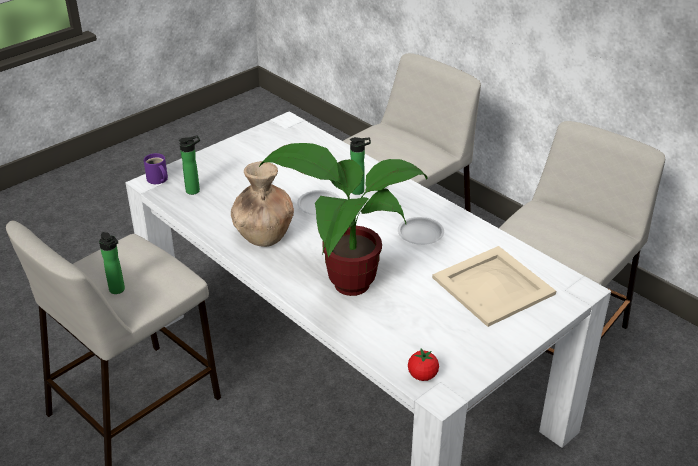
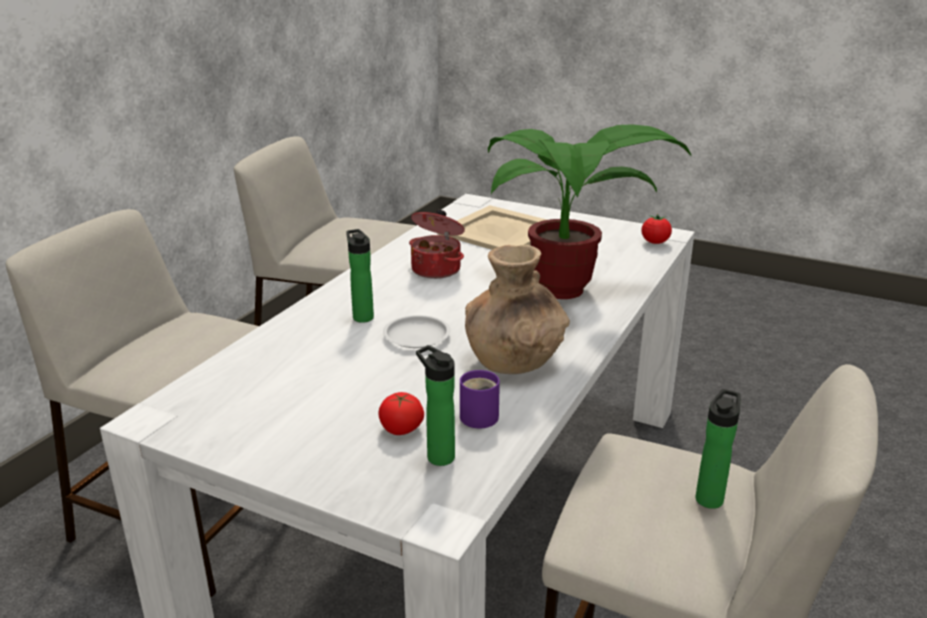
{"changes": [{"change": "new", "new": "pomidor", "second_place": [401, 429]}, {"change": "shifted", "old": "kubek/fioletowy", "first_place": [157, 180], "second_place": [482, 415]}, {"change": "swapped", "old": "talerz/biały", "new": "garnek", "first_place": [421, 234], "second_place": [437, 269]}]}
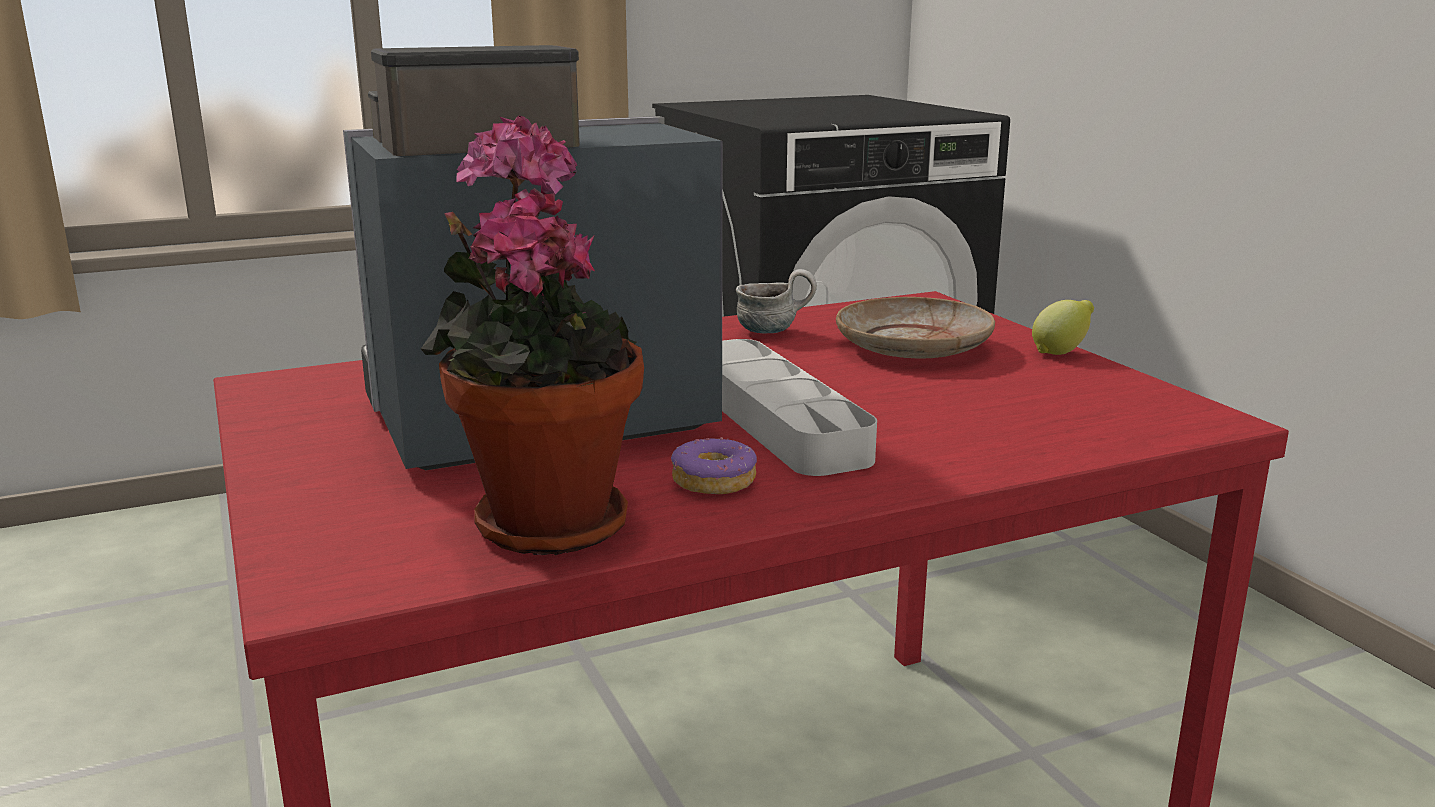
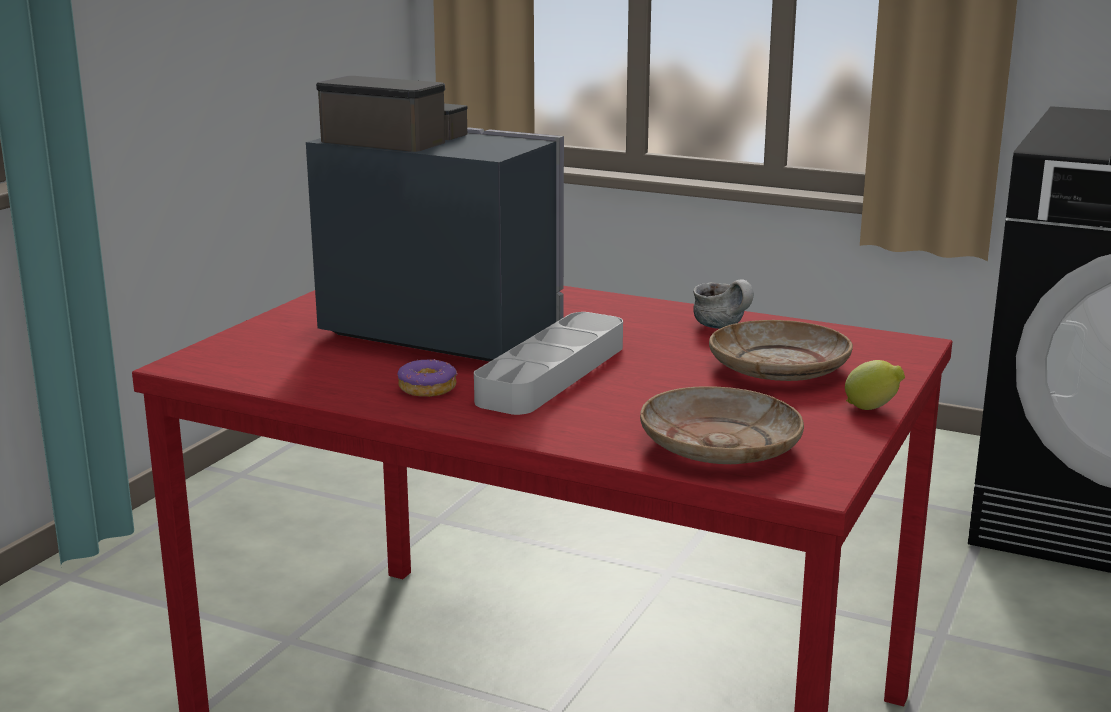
{"changes": [{"change": "gone", "old": "roślina doniczkowa", "first_place": [543, 519]}, {"change": "new", "new": "talerz/beżowy", "second_place": [719, 445]}]}
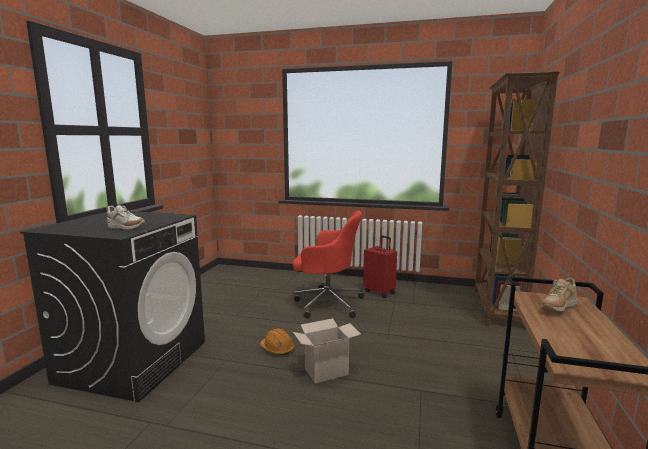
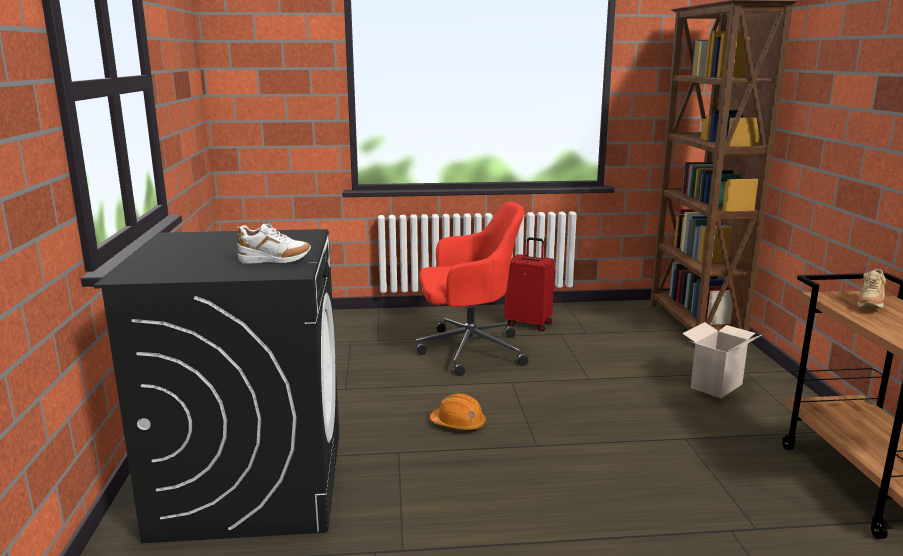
{"changes": [{"change": "shifted", "old": "karton", "first_place": [327, 371], "second_place": [715, 385]}]}
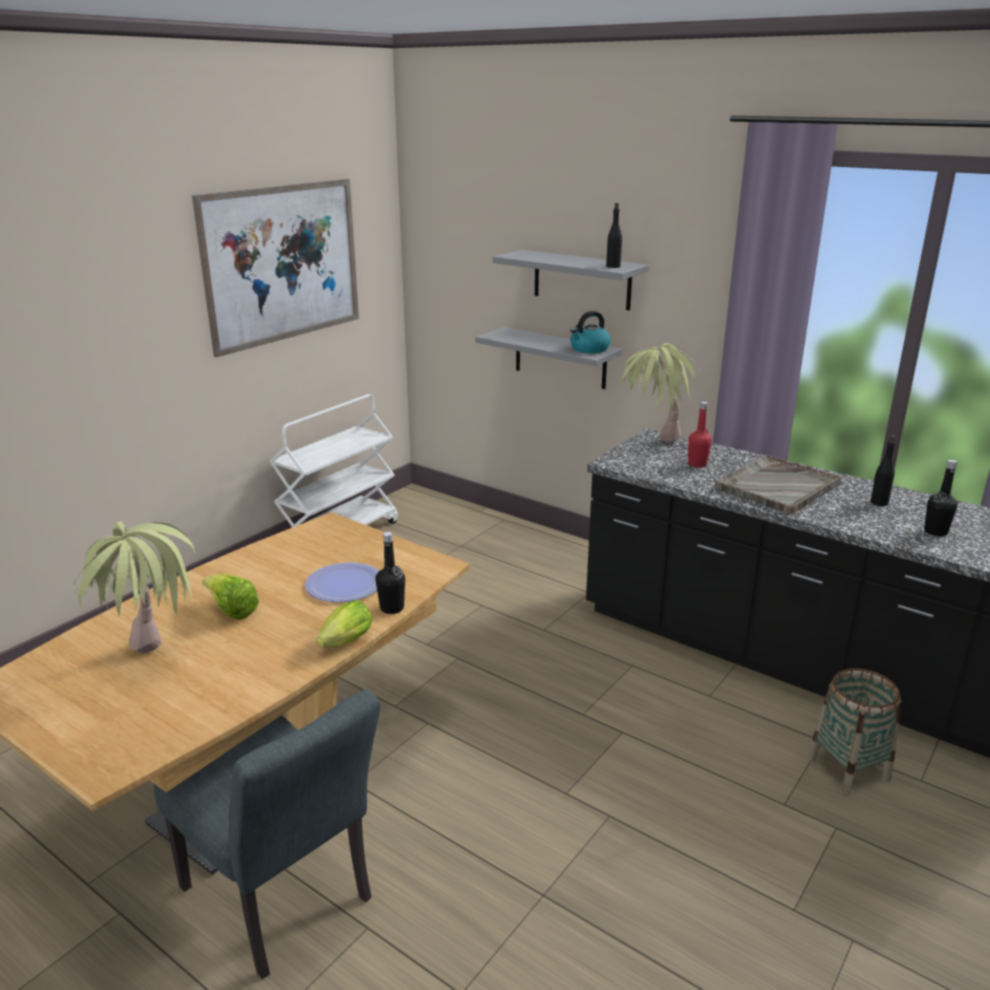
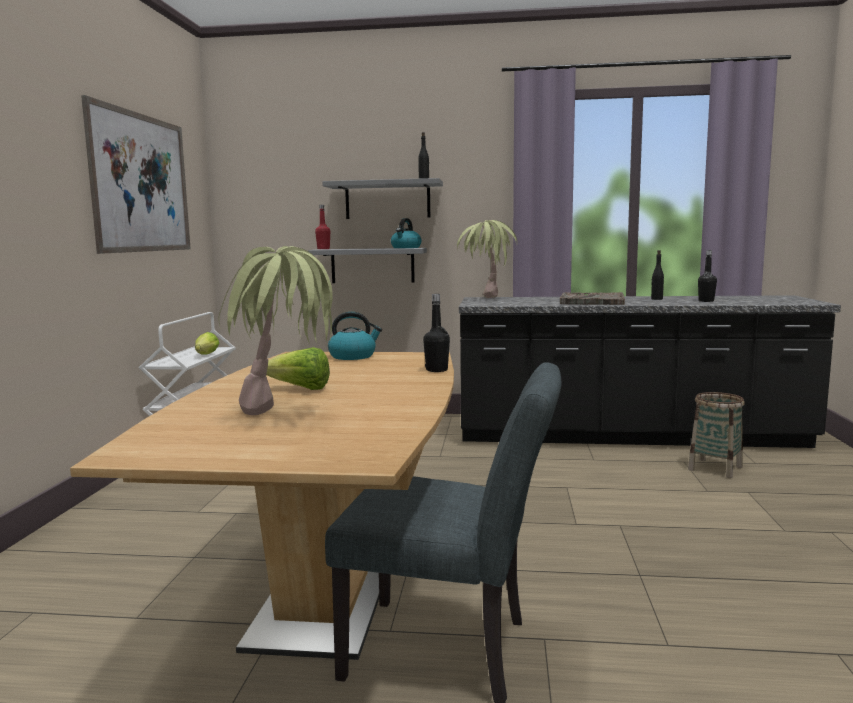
{"changes": [{"change": "gone", "old": "talerz", "first_place": [344, 584]}, {"change": "new", "new": "czajnik", "second_place": [353, 356]}, {"change": "shifted", "old": "sałata", "first_place": [344, 644], "second_place": [205, 355]}, {"change": "shifted", "old": "butelka/czerwony", "first_place": [697, 464], "second_place": [323, 249]}]}
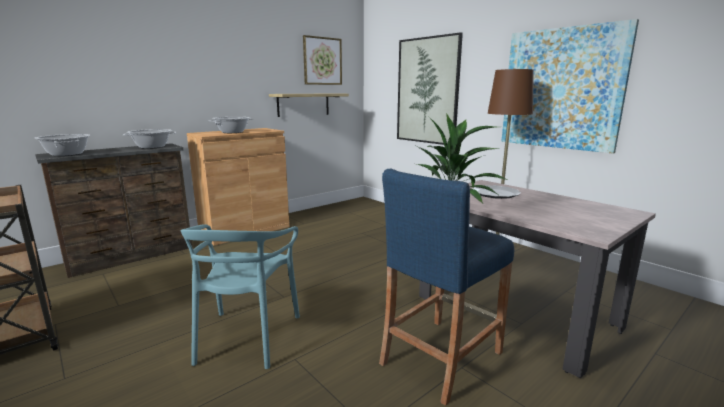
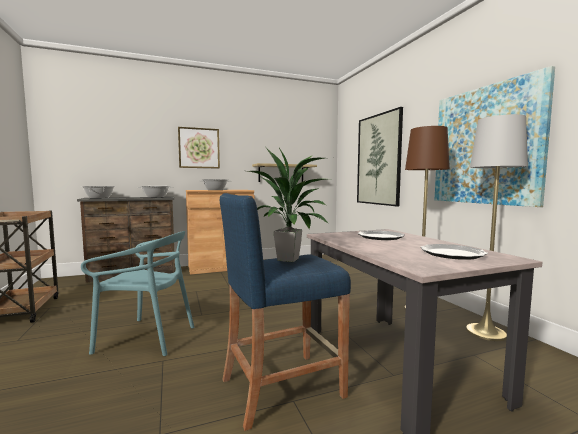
{"changes": [{"change": "new", "new": "talerz", "second_place": [451, 254]}, {"change": "new", "new": "lampa stojąca/szary", "second_place": [486, 332]}, {"change": "shifted", "old": "obraz", "first_place": [322, 61], "second_place": [199, 148]}, {"change": "rotated", "old": "krzesło/turkusowy", "first_place": [247, 337], "second_place": [146, 338], "degrees": -105}]}
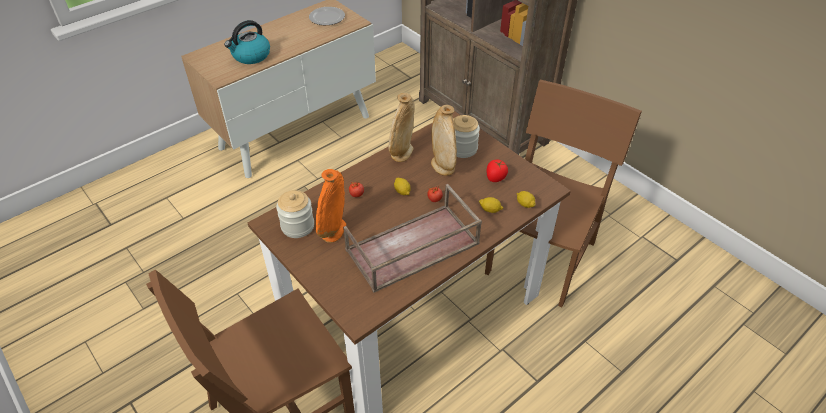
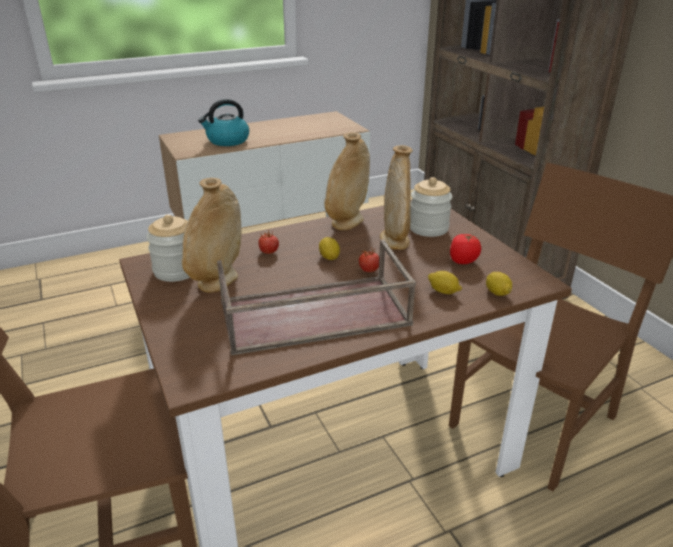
{"changes": [{"change": "gone", "old": "talerz", "first_place": [327, 17]}, {"change": "repainted", "old": "wazon/pomarańczowy", "new": "wazon/beżowy", "first_place": [333, 231], "second_place": [217, 282]}]}
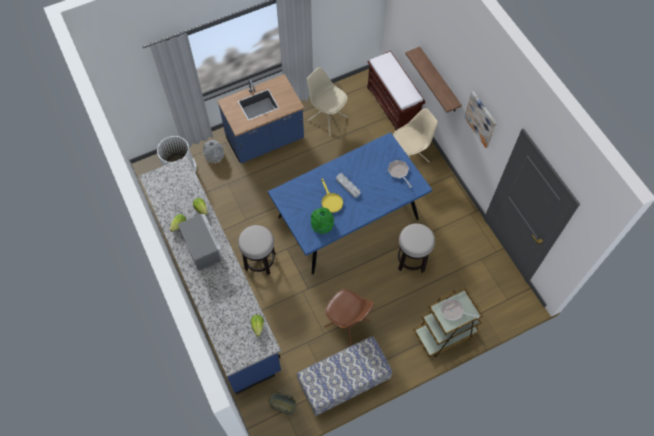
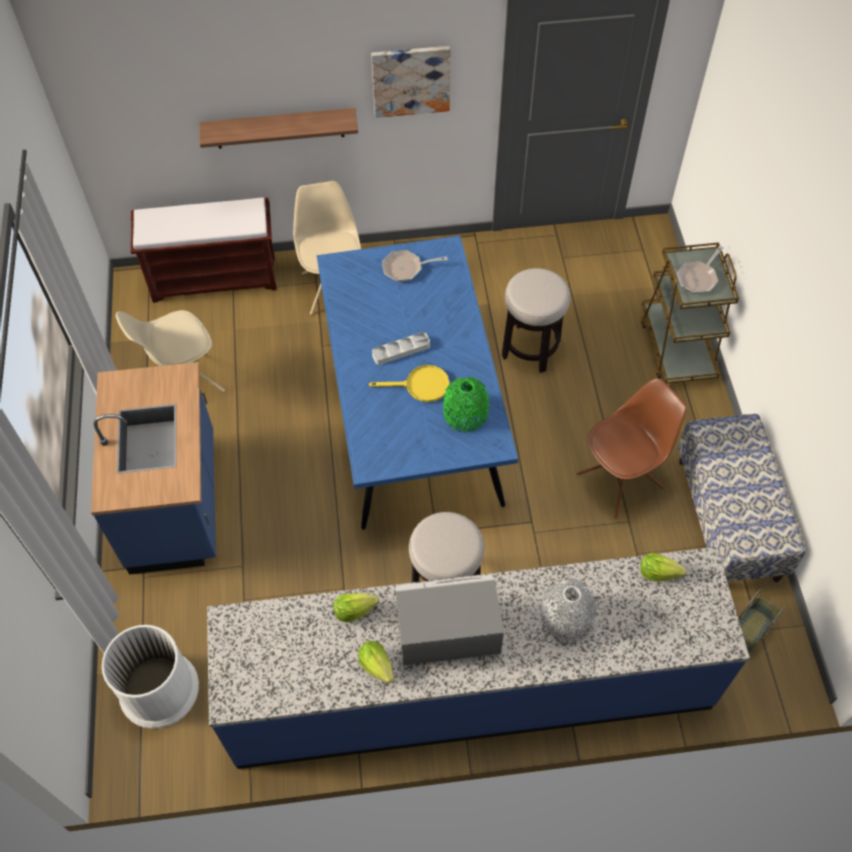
{"changes": [{"change": "shifted", "old": "wazon/szary", "first_place": [214, 155], "second_place": [566, 616]}]}
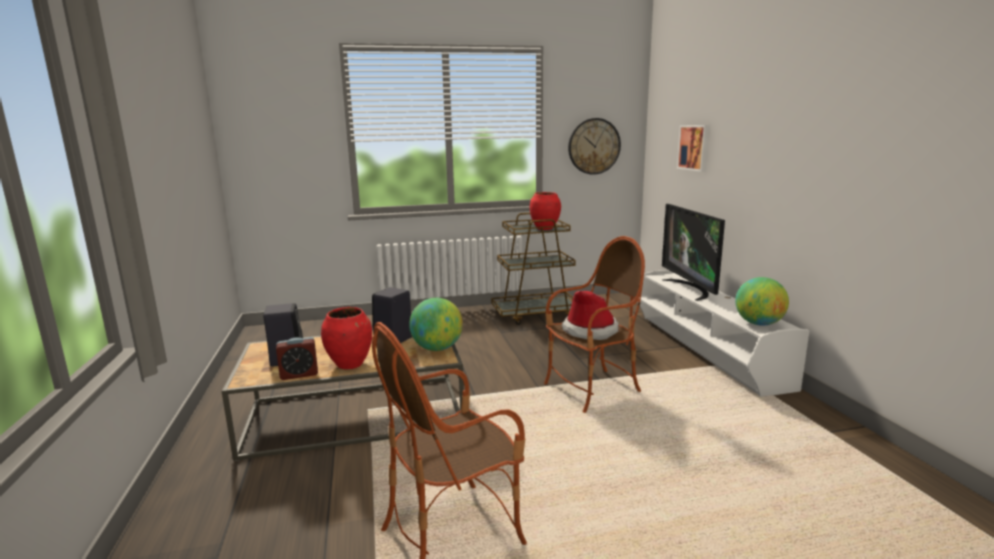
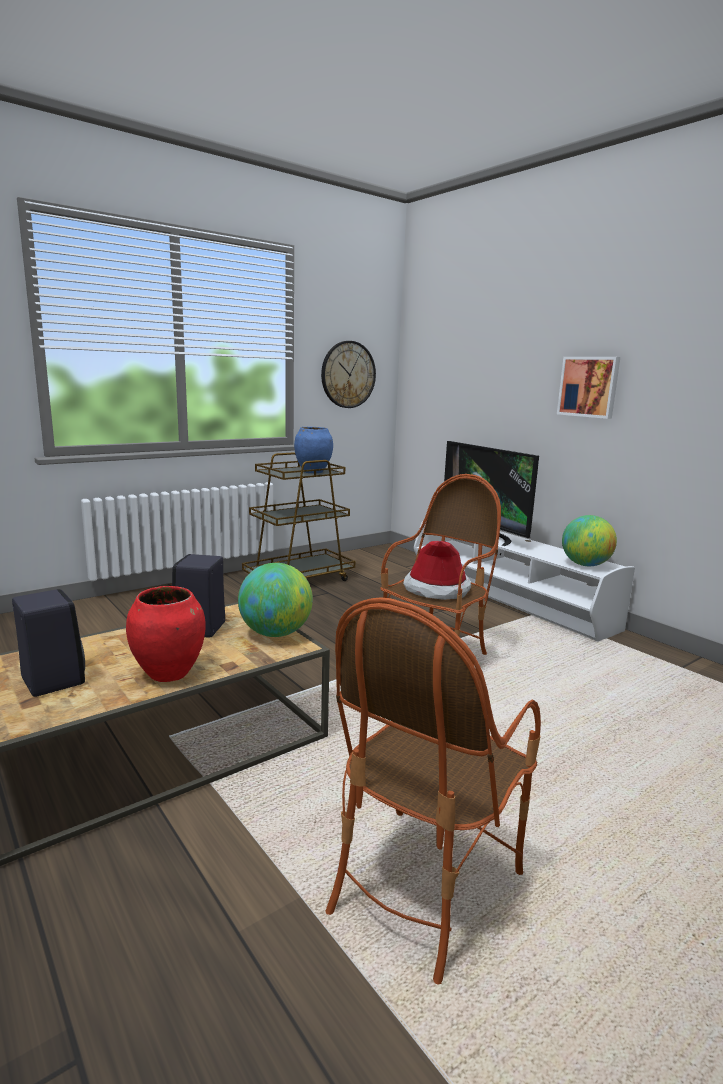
{"changes": [{"change": "gone", "old": "budzik", "first_place": [299, 374]}, {"change": "shifted", "old": "obraz", "first_place": [695, 147], "second_place": [589, 387]}, {"change": "repainted", "old": "wazon/czerwony", "new": "wazon/niebieski", "first_place": [545, 228], "second_place": [313, 472]}]}
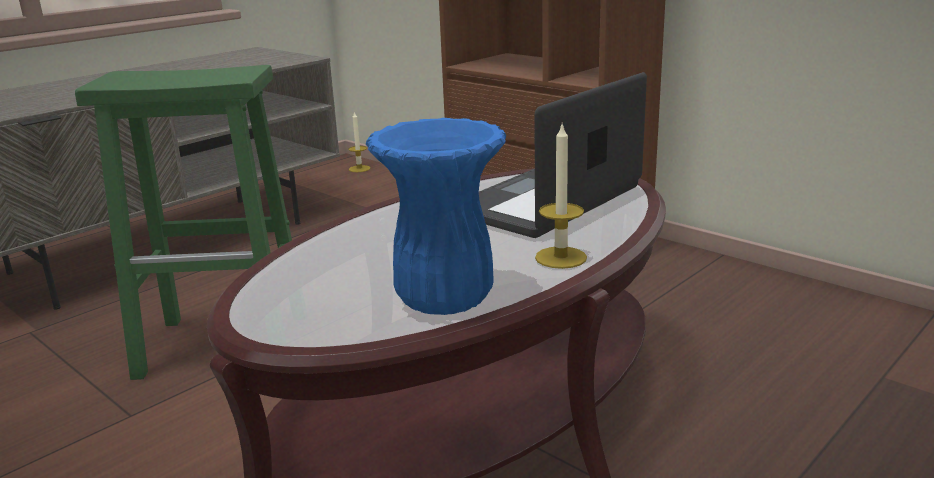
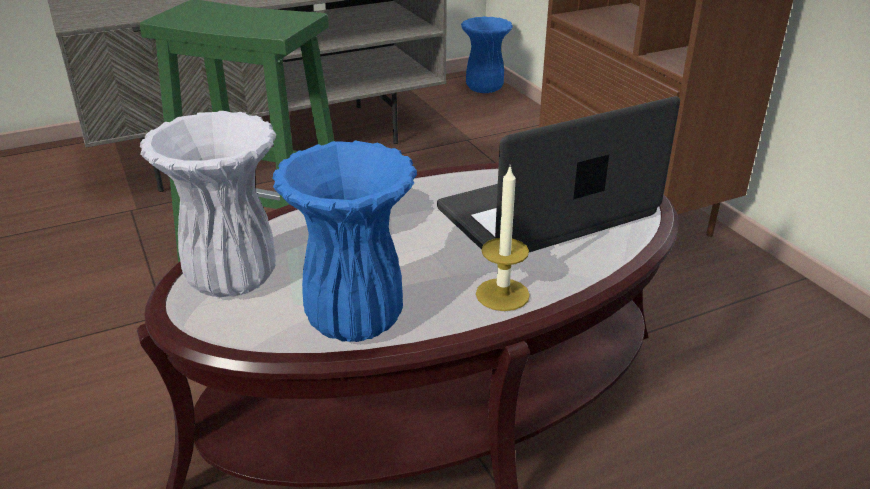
{"changes": [{"change": "new", "new": "wazon/biały", "second_place": [234, 279]}, {"change": "swapped", "old": "świeca", "new": "wazon/niebieski", "first_place": [359, 169], "second_place": [485, 89]}]}
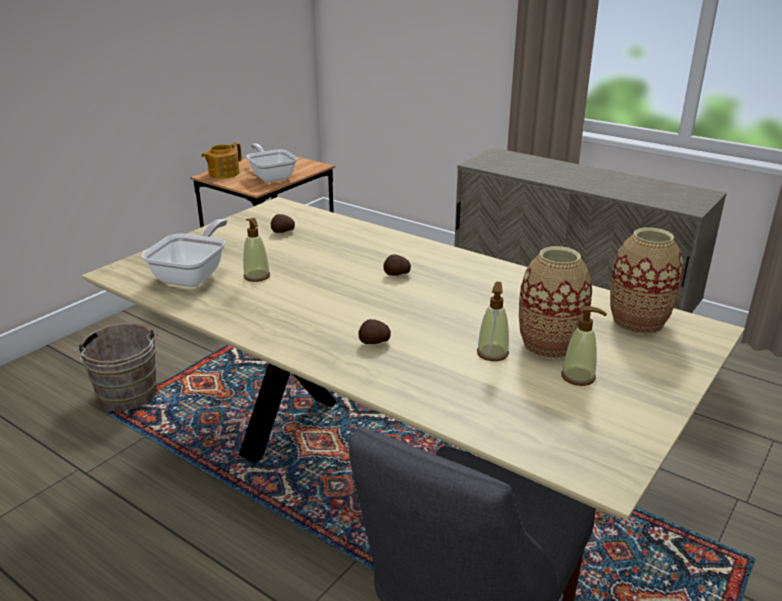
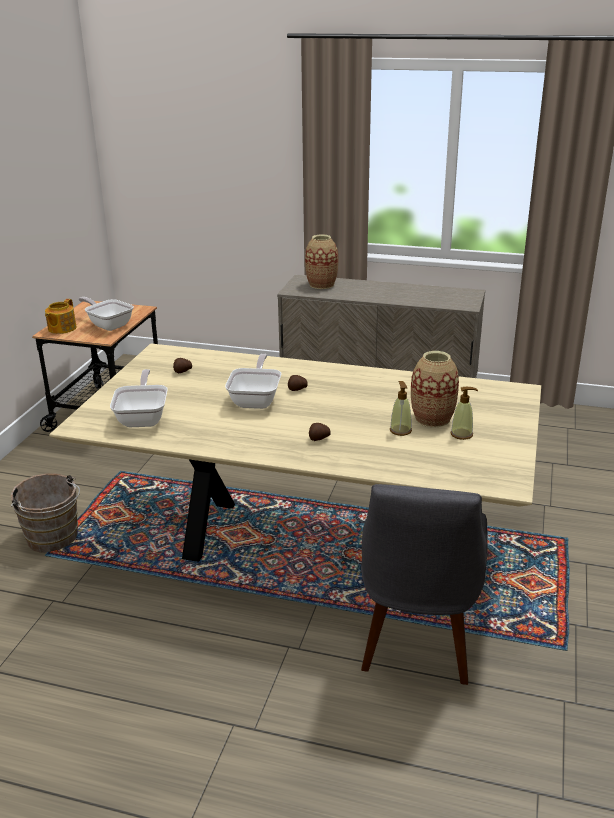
{"changes": [{"change": "gone", "old": "dozownik mydła", "first_place": [257, 276]}, {"change": "new", "new": "patelnia", "second_place": [256, 399]}, {"change": "shifted", "old": "wazon", "first_place": [637, 322], "second_place": [321, 285]}]}
